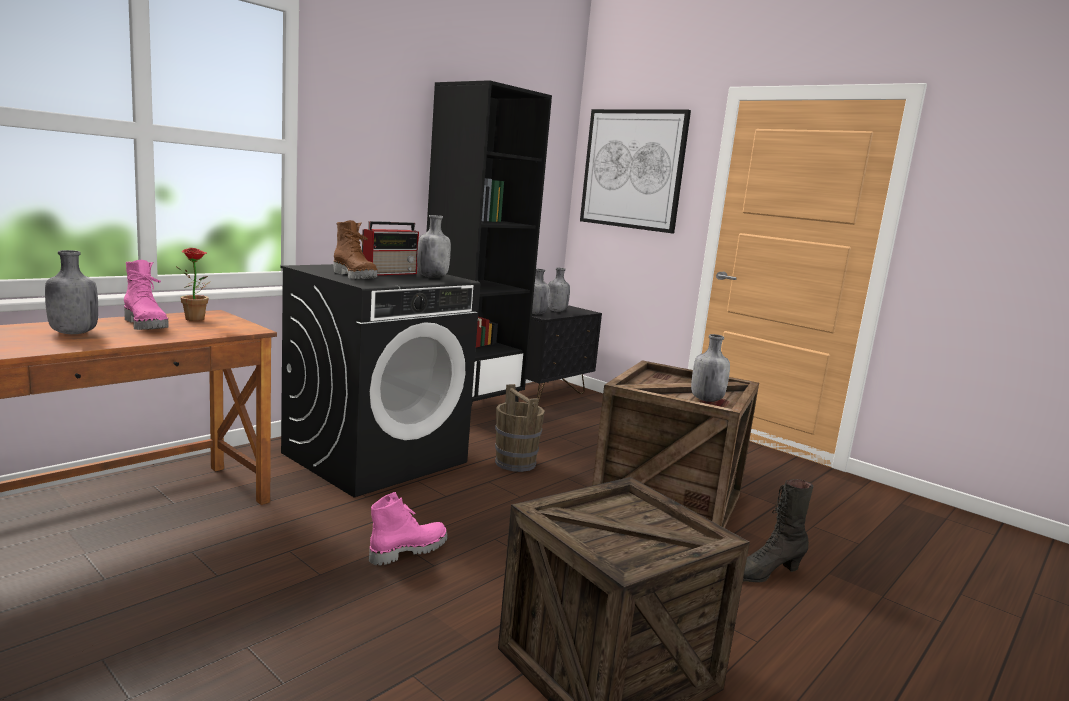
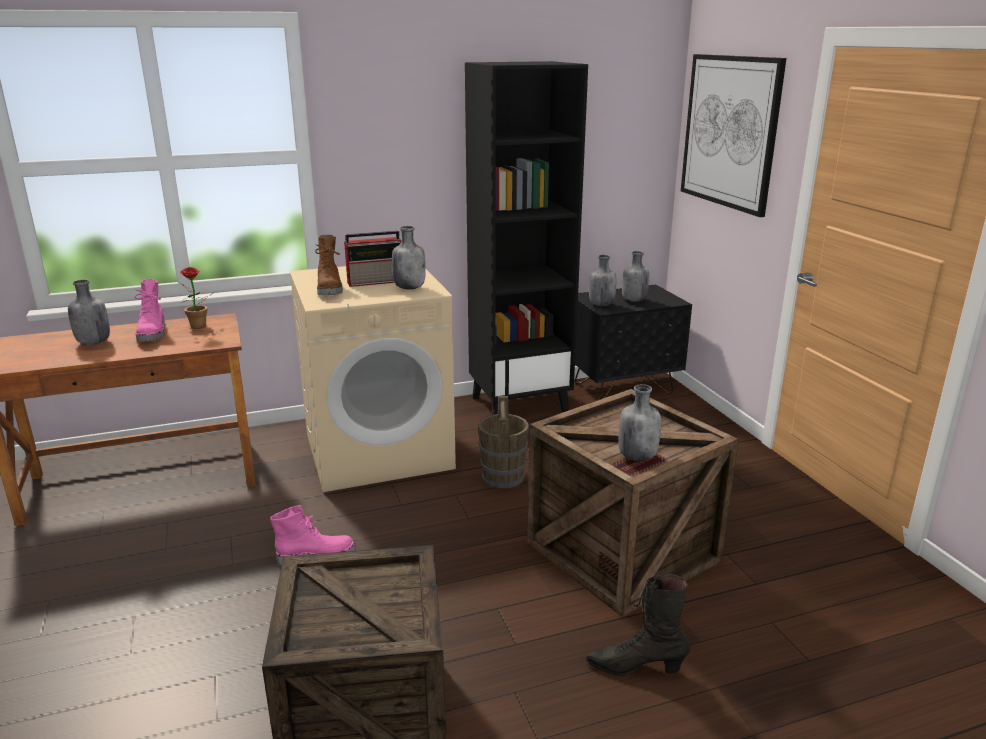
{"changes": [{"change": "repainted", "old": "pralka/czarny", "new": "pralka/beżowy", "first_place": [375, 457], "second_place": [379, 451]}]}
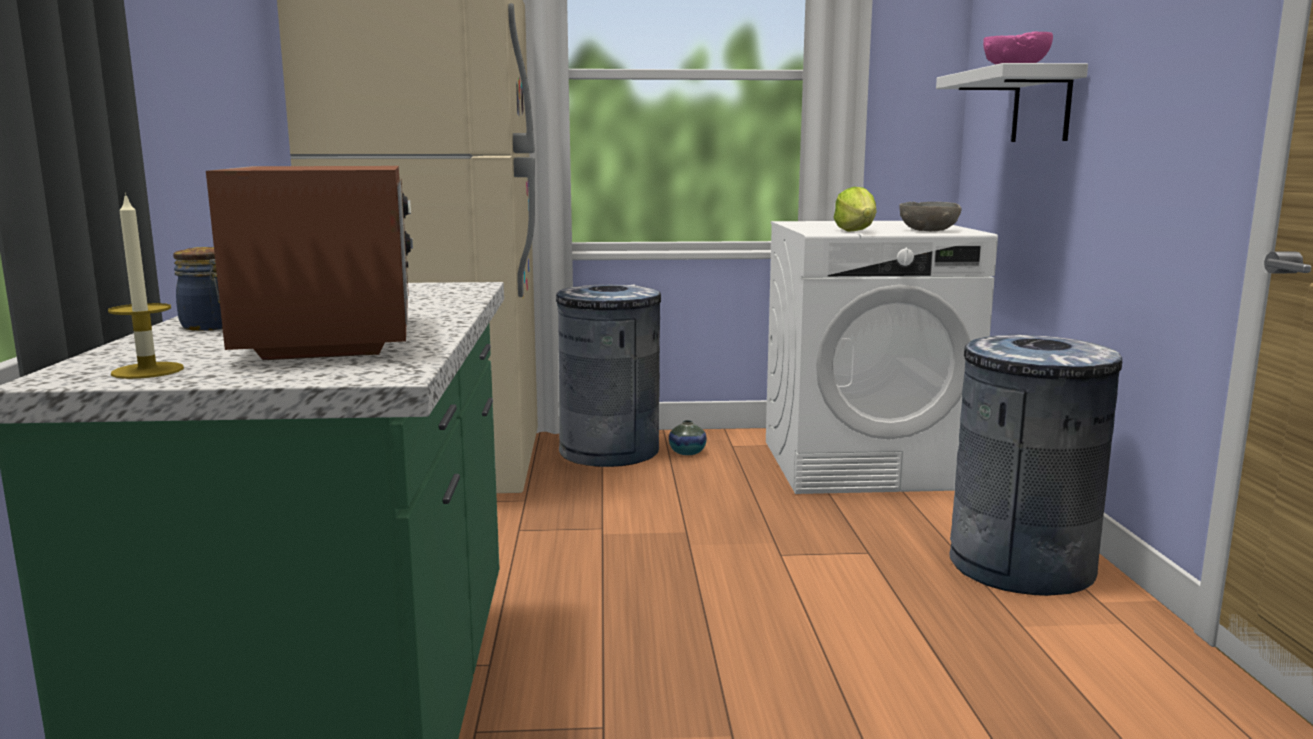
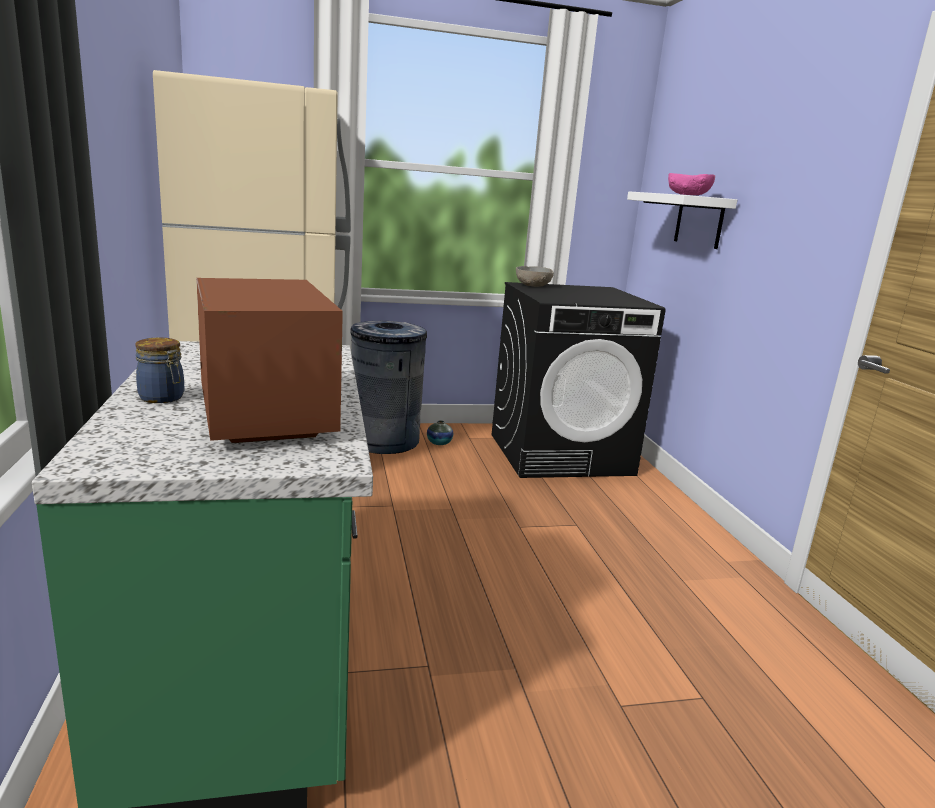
{"changes": [{"change": "gone", "old": "świeca", "first_place": [147, 371]}, {"change": "gone", "old": "sałata", "first_place": [856, 231]}, {"change": "gone", "old": "kosz na śmieci/szary", "first_place": [1020, 565]}, {"change": "shifted", "old": "miska/szary", "first_place": [928, 230], "second_place": [533, 285]}, {"change": "repainted", "old": "pralka/biały", "new": "pralka/czarny", "first_place": [864, 464], "second_place": [561, 454]}]}
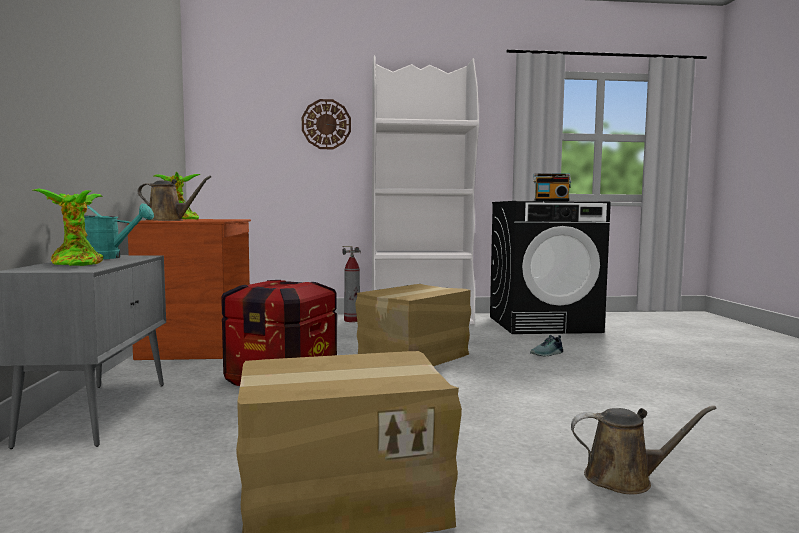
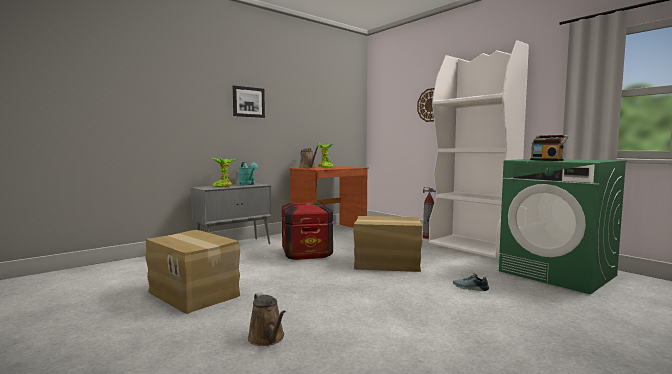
{"changes": [{"change": "new", "new": "obraz", "second_place": [248, 102]}, {"change": "repainted", "old": "pralka/czarny", "new": "pralka/zielony", "first_place": [543, 324], "second_place": [557, 273]}]}
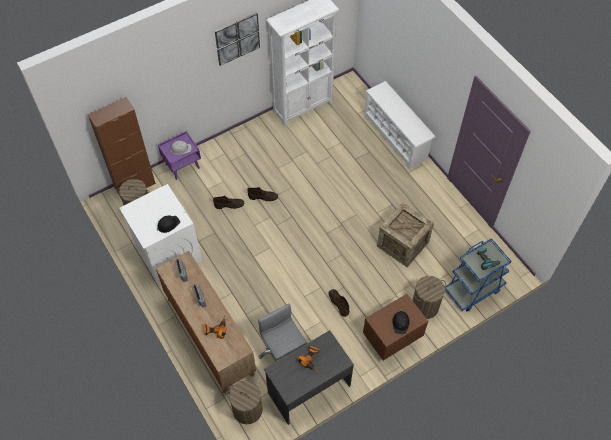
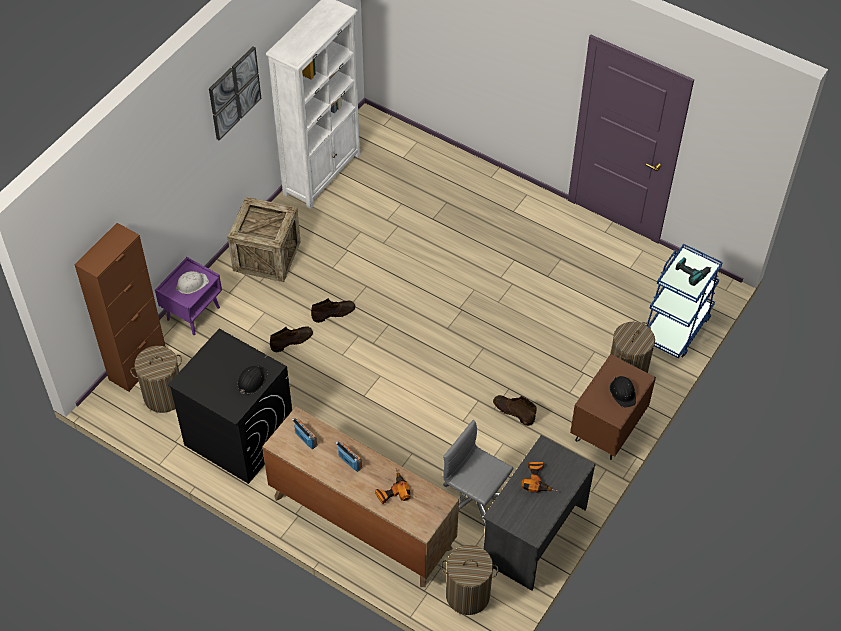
{"changes": [{"change": "gone", "old": "regał na buty/biały", "first_place": [396, 137]}, {"change": "shifted", "old": "skrzynka", "first_place": [402, 244], "second_place": [266, 256]}, {"change": "repainted", "old": "pralka/biały", "new": "pralka/czarny", "first_place": [167, 252], "second_place": [238, 437]}]}
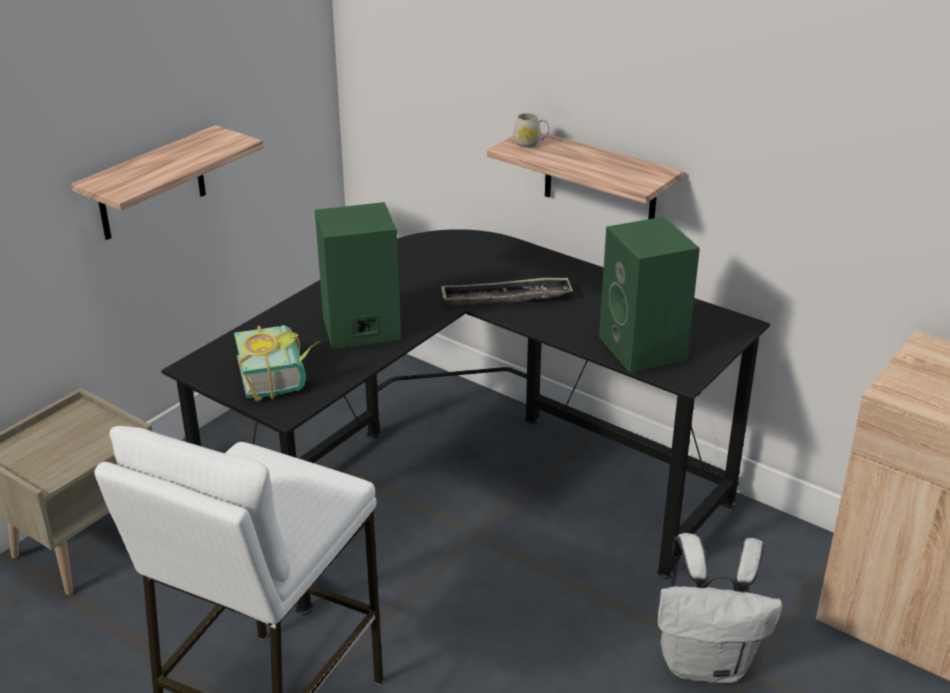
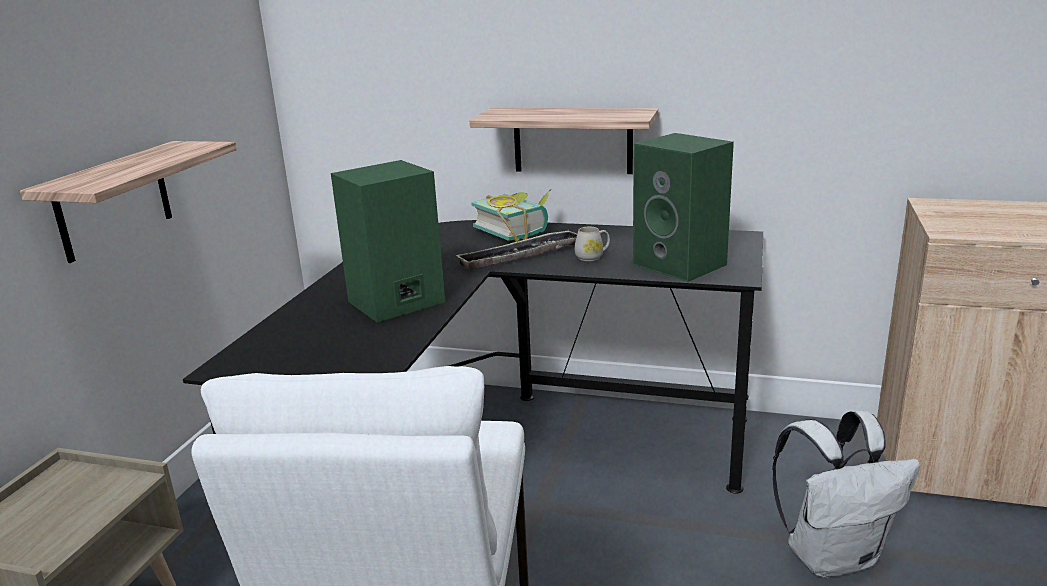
{"changes": [{"change": "shifted", "old": "książka", "first_place": [281, 376], "second_place": [516, 231]}, {"change": "shifted", "old": "kubek/biały", "first_place": [530, 143], "second_place": [592, 257]}]}
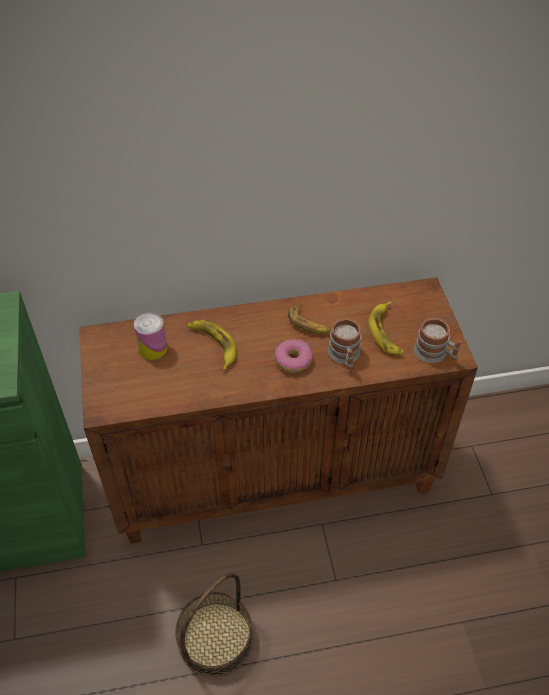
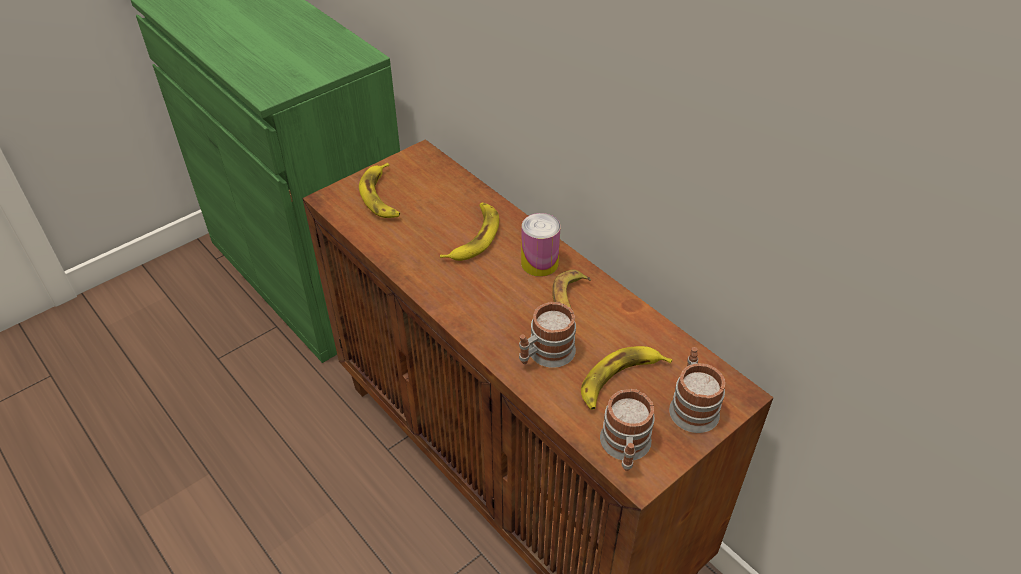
{"changes": [{"change": "gone", "old": "koszyk", "first_place": [215, 638]}, {"change": "gone", "old": "donut", "first_place": [293, 360]}, {"change": "new", "new": "banan", "second_place": [382, 196]}, {"change": "new", "new": "kubek", "second_place": [692, 405]}, {"change": "shifted", "old": "puszka", "first_place": [153, 348], "second_place": [539, 263]}]}
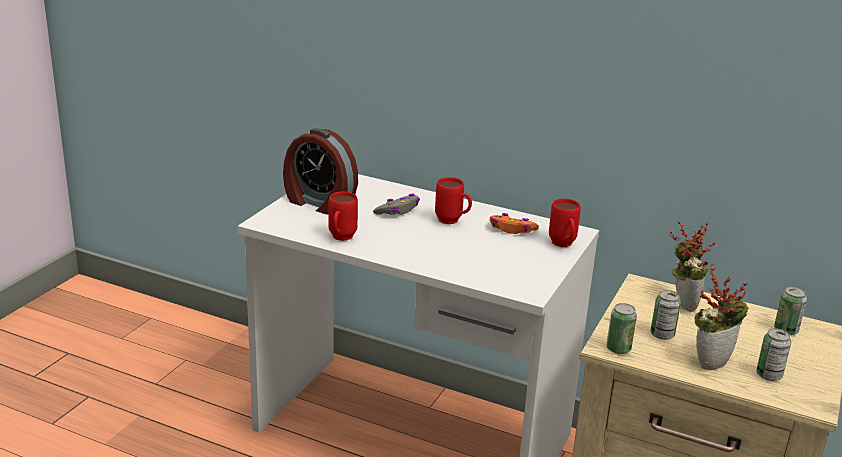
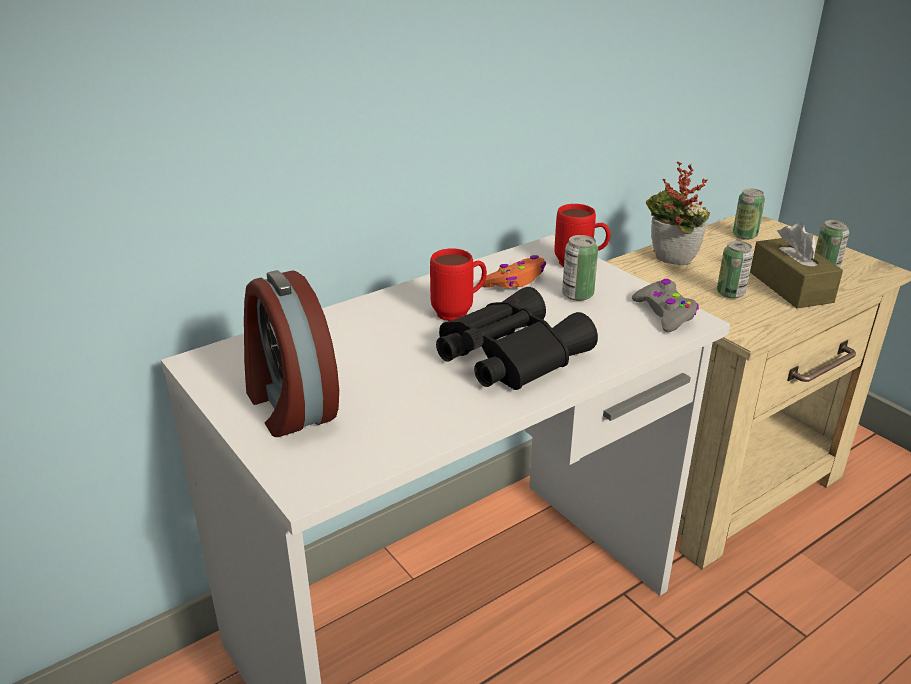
{"changes": [{"change": "gone", "old": "kubek/czerwony", "first_place": [340, 239]}, {"change": "new", "new": "lornetka/czarny", "second_place": [507, 354]}, {"change": "shifted", "old": "pad do gier/szary", "first_place": [398, 211], "second_place": [665, 313]}, {"change": "shifted", "old": "puszka", "first_place": [618, 349], "second_place": [577, 295]}, {"change": "swapped", "old": "roślina doniczkowa", "new": "pudełko chusteczek/brązowy", "first_place": [711, 360], "second_place": [790, 287]}, {"change": "rotated", "old": "budzik", "first_place": [318, 202], "second_place": [288, 404], "degrees": 90}]}
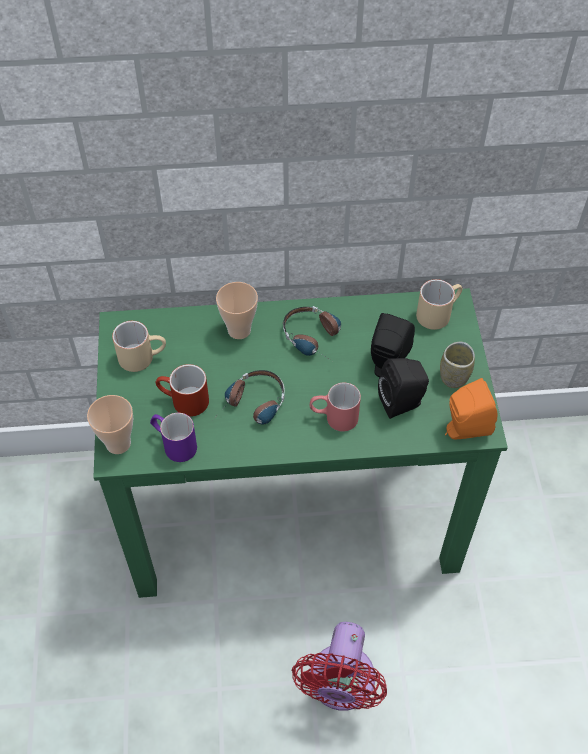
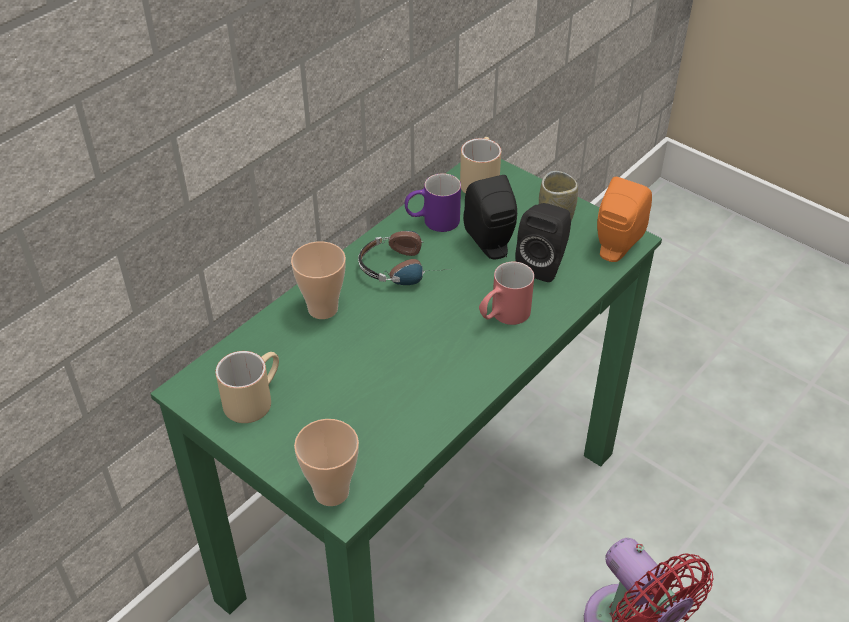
{"changes": [{"change": "gone", "old": "kubek/czerwony", "first_place": [183, 401]}, {"change": "gone", "old": "słuchawki", "first_place": [251, 408]}, {"change": "shifted", "old": "kubek/fioletowy", "first_place": [174, 443], "second_place": [432, 221]}]}
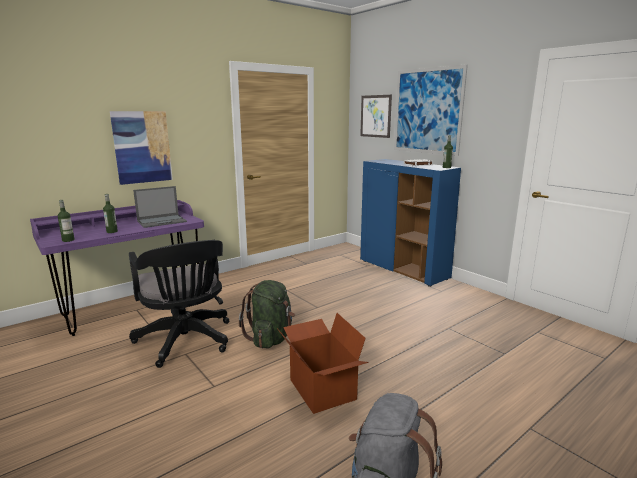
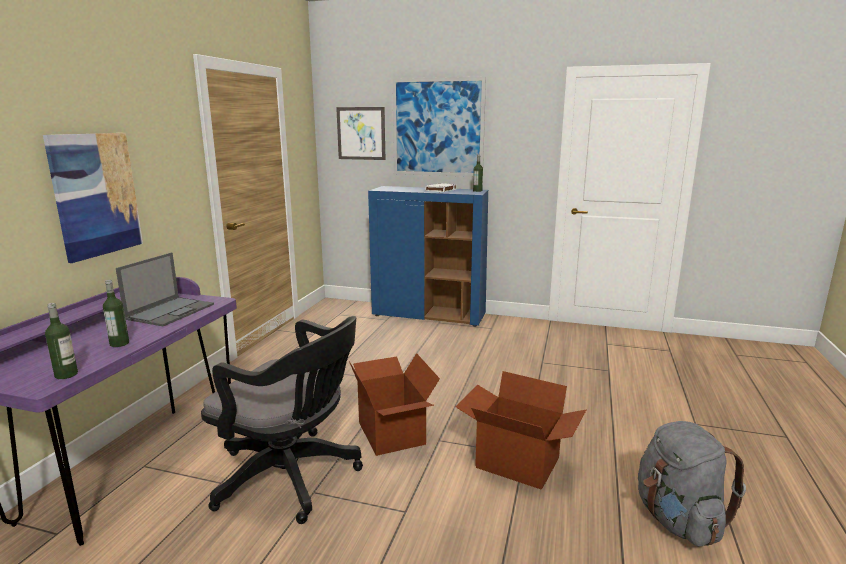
{"changes": [{"change": "swapped", "old": "plecak/zielony", "new": "karton", "first_place": [270, 338], "second_place": [393, 433]}]}
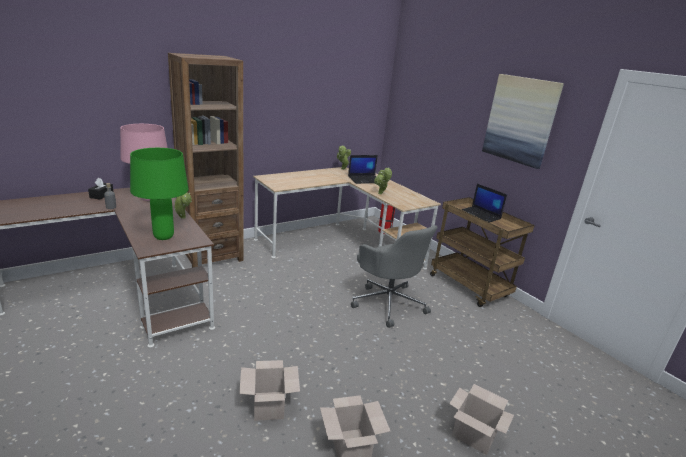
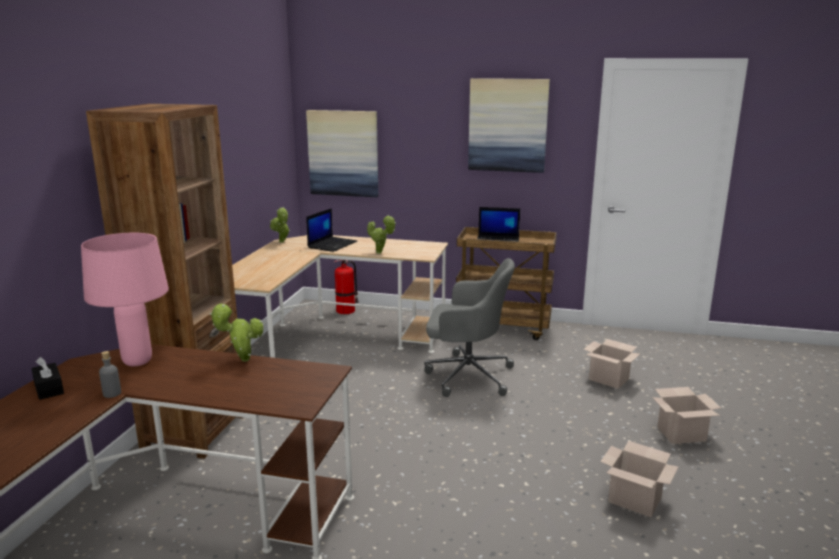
{"changes": [{"change": "gone", "old": "lampa stołowa/zielony", "first_place": [164, 237]}, {"change": "new", "new": "obraz", "second_place": [343, 153]}, {"change": "shifted", "old": "karton", "first_place": [269, 406], "second_place": [609, 379]}]}
